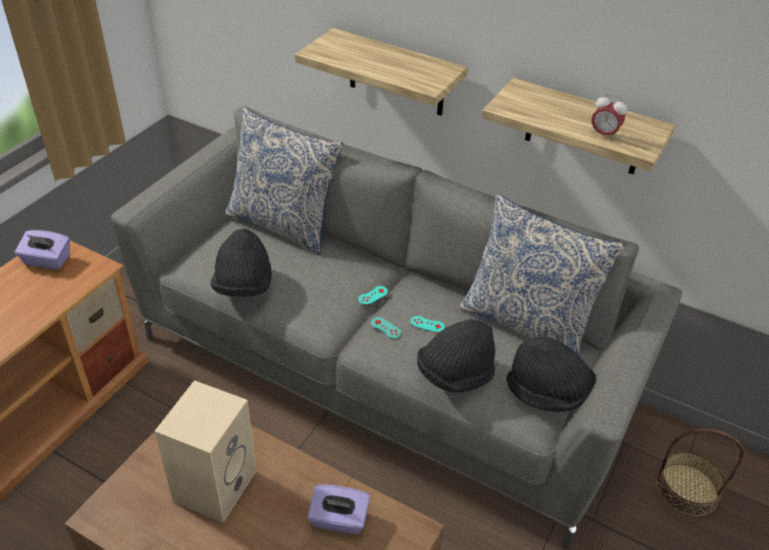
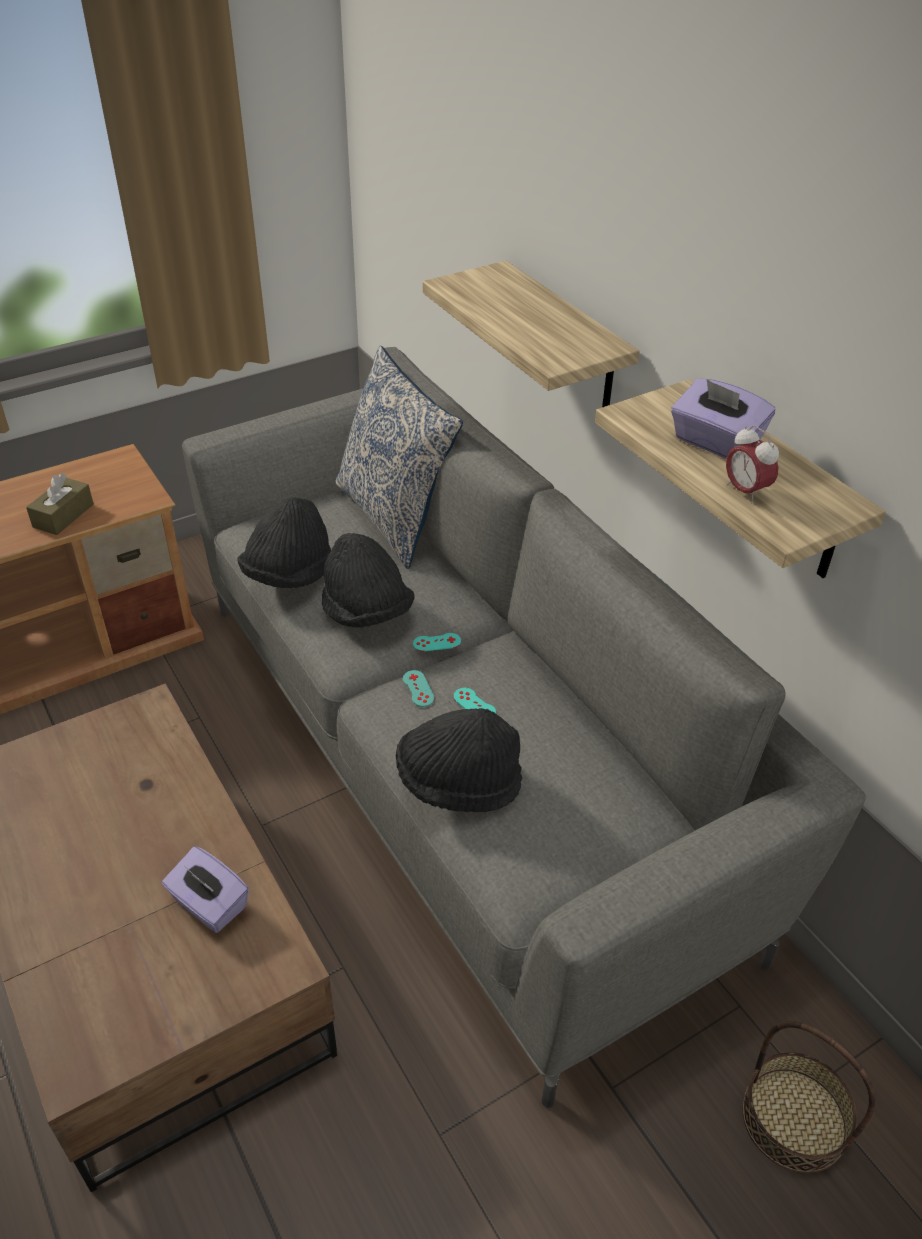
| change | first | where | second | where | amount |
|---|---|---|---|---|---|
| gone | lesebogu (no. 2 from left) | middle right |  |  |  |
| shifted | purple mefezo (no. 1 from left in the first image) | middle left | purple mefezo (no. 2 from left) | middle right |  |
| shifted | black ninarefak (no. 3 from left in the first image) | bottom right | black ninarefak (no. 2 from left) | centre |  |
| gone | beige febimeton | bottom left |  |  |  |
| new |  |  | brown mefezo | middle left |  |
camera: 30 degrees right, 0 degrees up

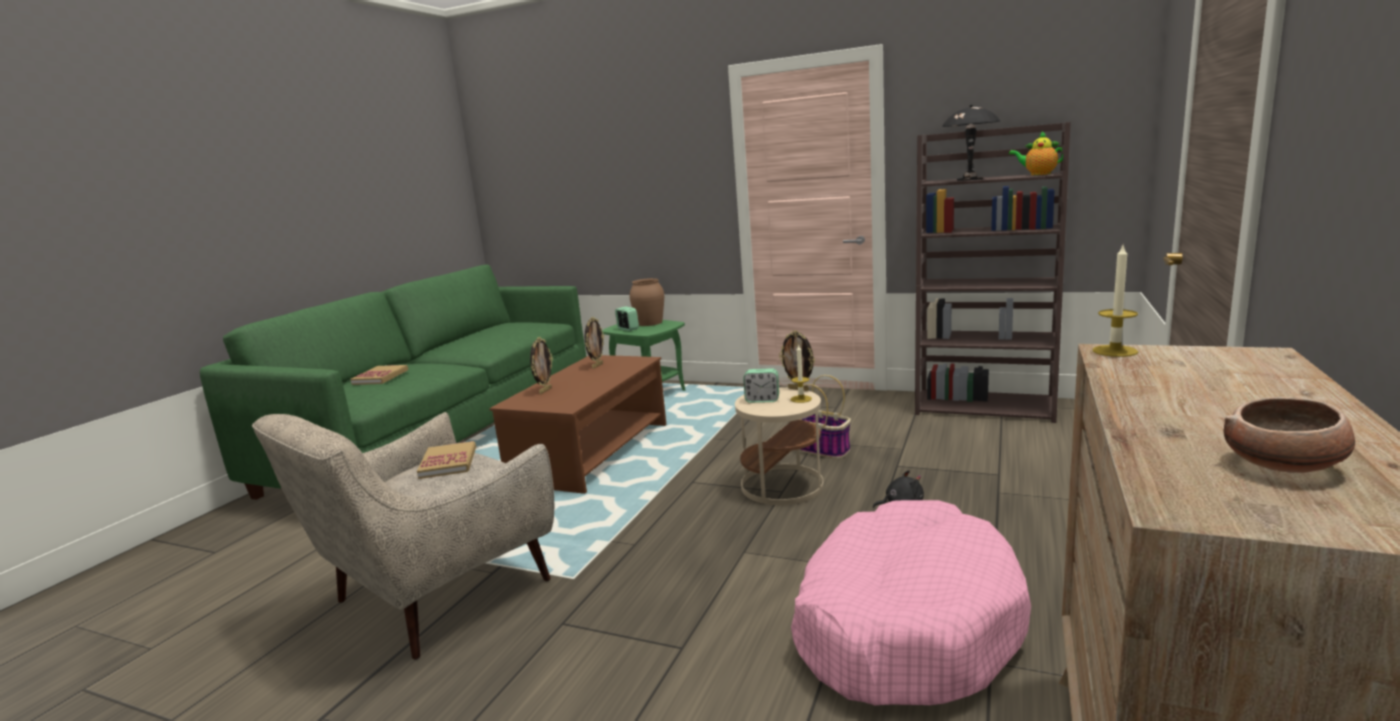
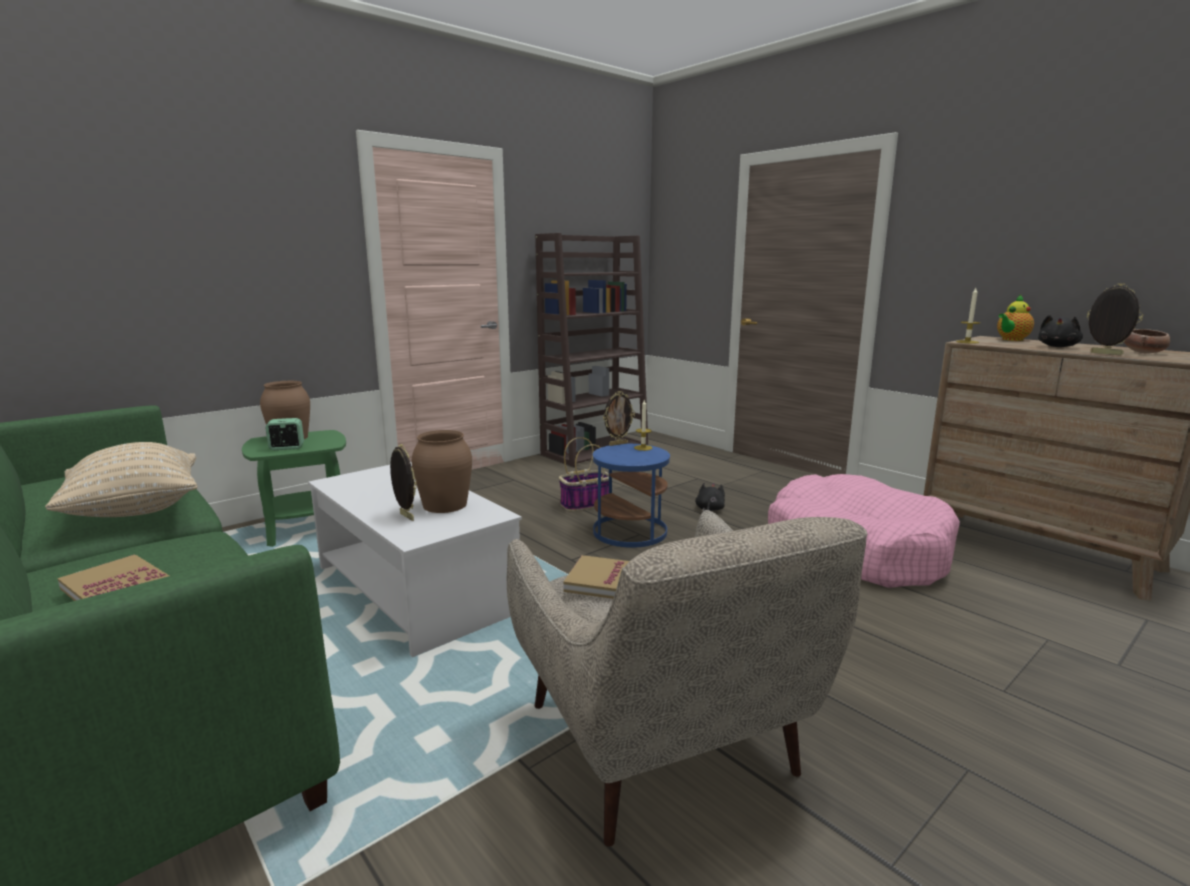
| change | first | where | second | where | amount |
|---|---|---|---|---|---|
| gone | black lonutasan | top right |  |  |  |
| shifted | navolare | top right |  | middle right |  |
| shifted | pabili (no. 2 from left in the first image) | centre | pabili (no. 3 from left) | middle right |  |
| repainted | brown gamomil | centre | white gamomil | centre |  |
| gone | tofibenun (no. 2 from left) | centre |  |  |  |
| repainted | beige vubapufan | centre | blue vubapufan | centre |  |
| new |  |  | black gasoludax (no. 2 from left) | middle right |  |
| new |  |  | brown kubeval (no. 2 from left) | centre |  |
| new |  |  | beige lesebogu | middle left |  |
camera: 65 degrees left, 0 degrees up

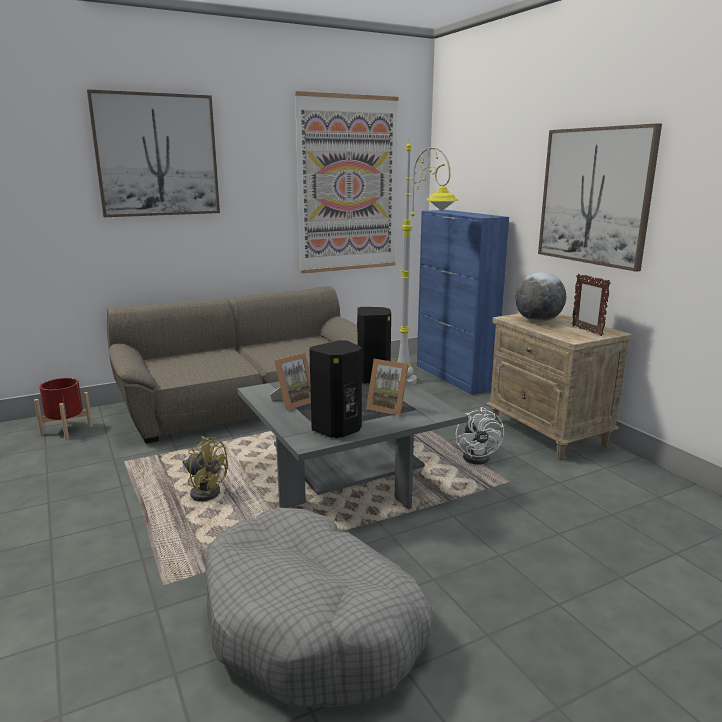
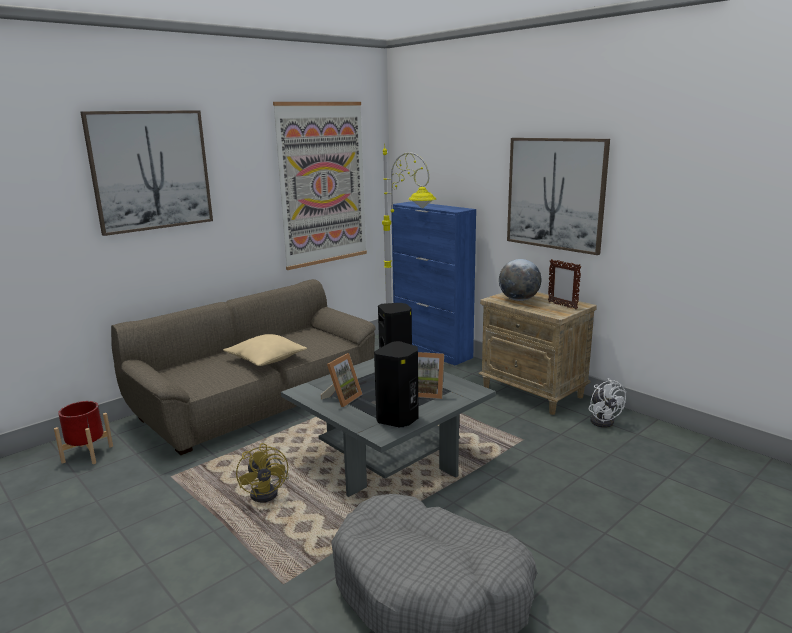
| change | first | where | second | where | amount |
|---|---|---|---|---|---|
| shifted | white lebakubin | centre |  | middle right |  |
| rotated | yellow lebakubin | middle left |  | bottom left | 60 degrees clockwise |
| new |  |  | beige lesebogu | centre |  |
camera: 15 degrees left, 0 degrees up

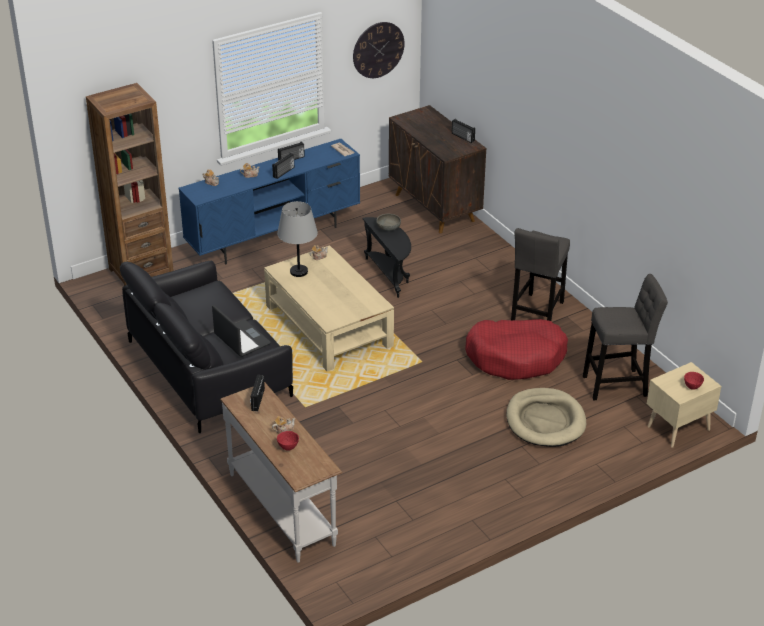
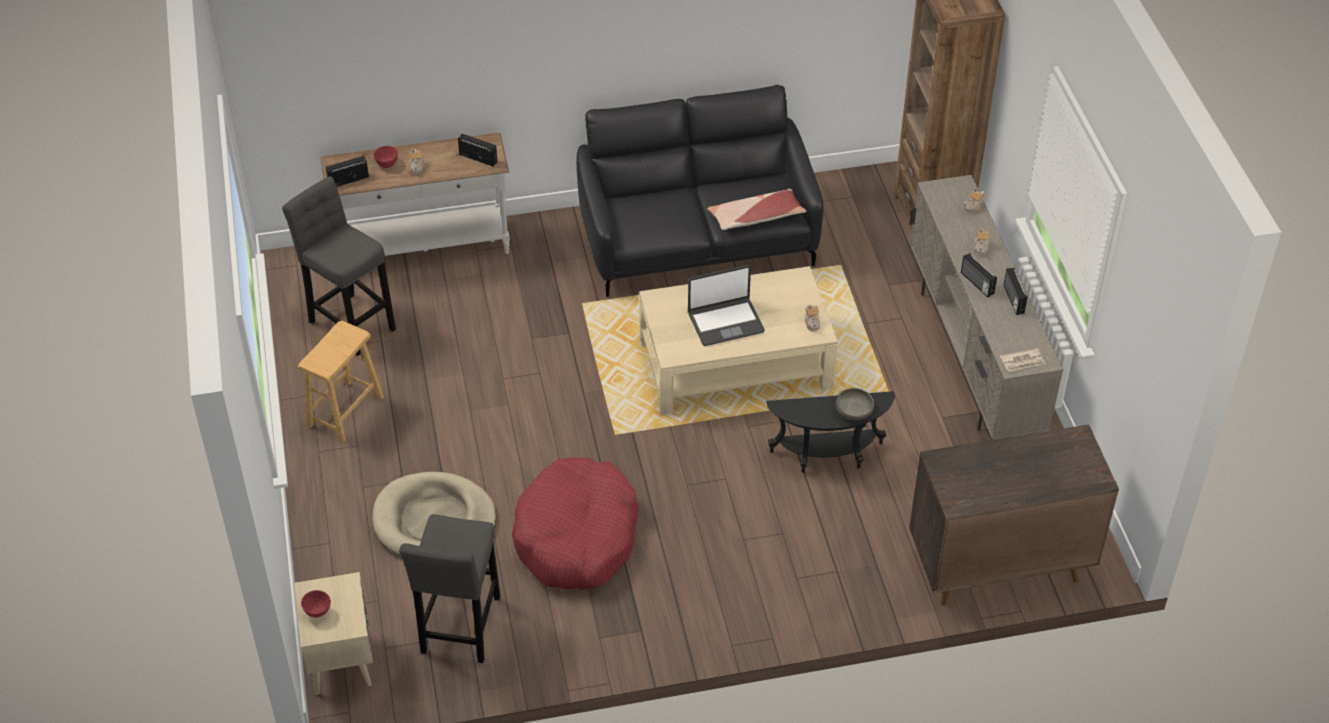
| change | first | where | second | where | amount |
|---|---|---|---|---|---|
| gone | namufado | top centre |  |  |  |
| shifted | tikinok (no. 4 from left in the first image) | top centre | tikinok (no. 1 from left) | top left |  |
| repainted | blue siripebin | top centre | beige siripebin | middle right |  |
| gone | grey lonutasan | centre |  |  |  |
| shifted | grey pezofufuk (no. 1 from left) | middle right |  | middle left |  |
| shifted | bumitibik | middle left |  | centre |  |
| new |  |  | lesebogu | top centre |  |
| new |  |  | brown pezofufuk | middle left |  |
camera: 110 degrees right, 10 degrees up

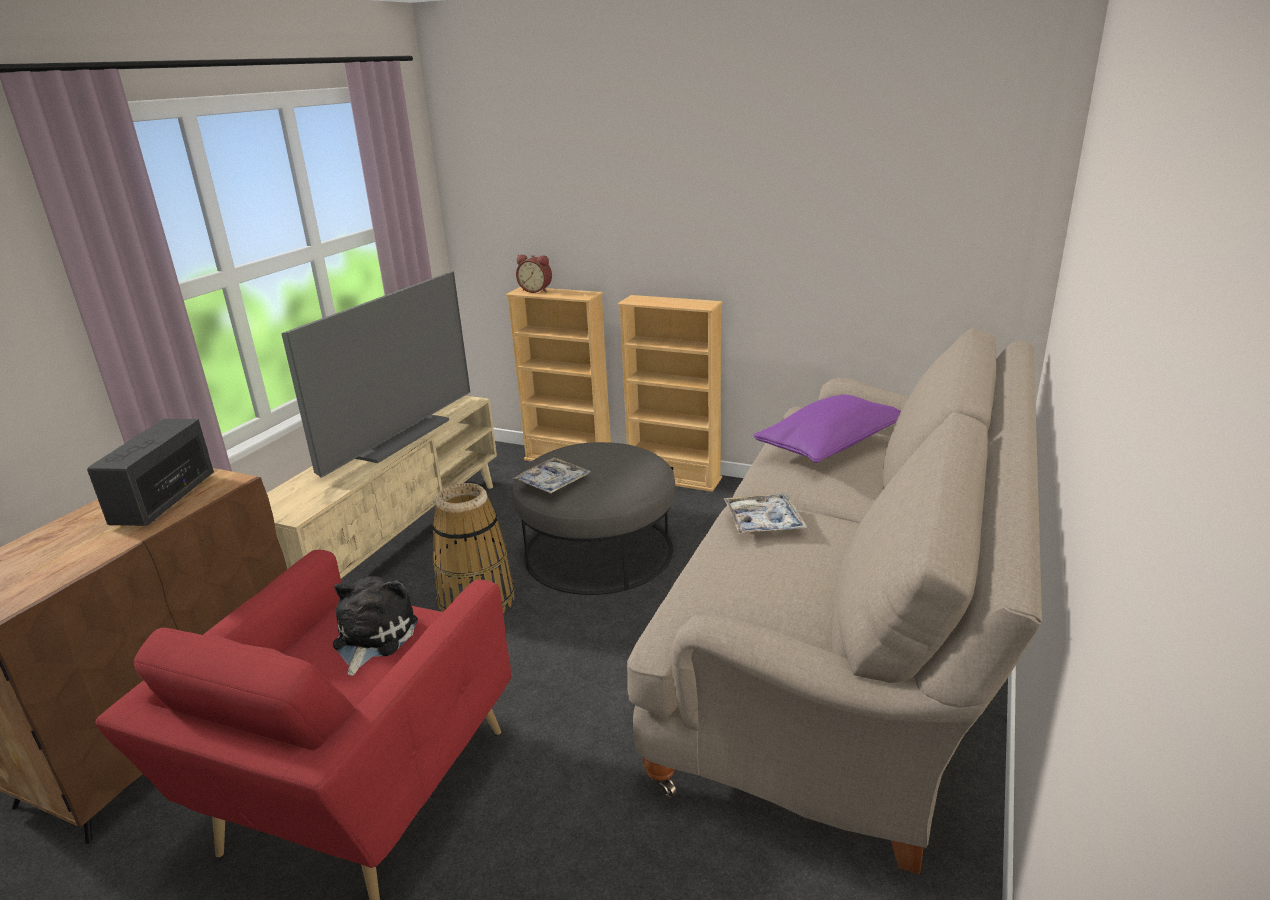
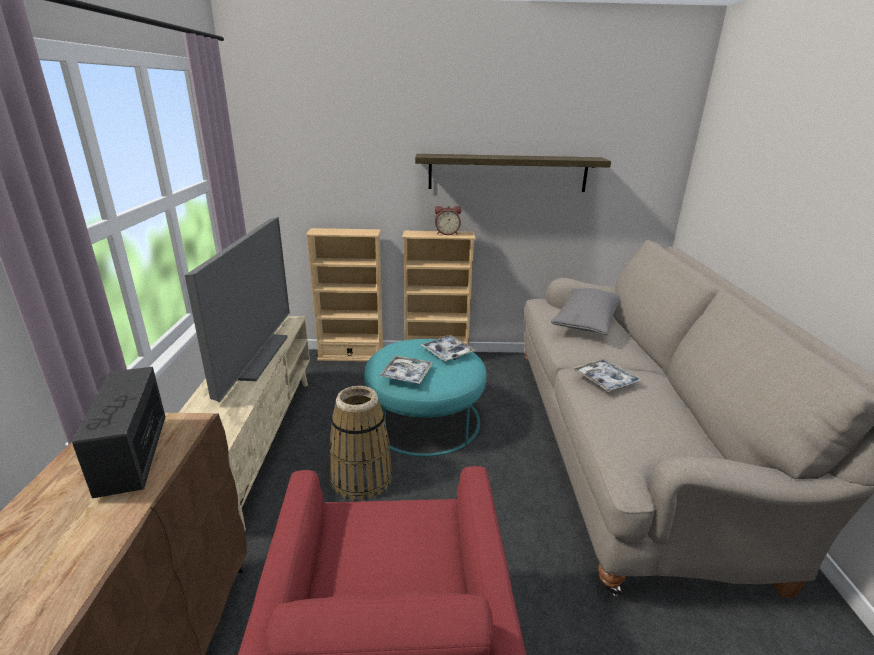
| change | first | where | second | where | amount |
|---|---|---|---|---|---|
| shifted | tofibenun | top centre |  | centre |  |
| repainted | purple lesebogu | centre | grey lesebogu | middle right |  |
| repainted | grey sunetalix | centre | turquoise sunetalix | centre |  |
| gone | gasoludax | bottom left |  |  |  |
| new |  |  | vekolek | top centre |  |
| new |  |  | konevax (no. 2 from left) | centre |  |
camera: 25 degrees left, 0 degrees up

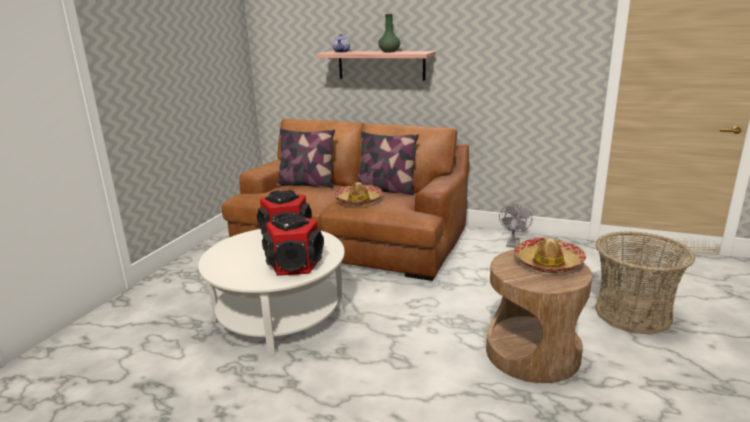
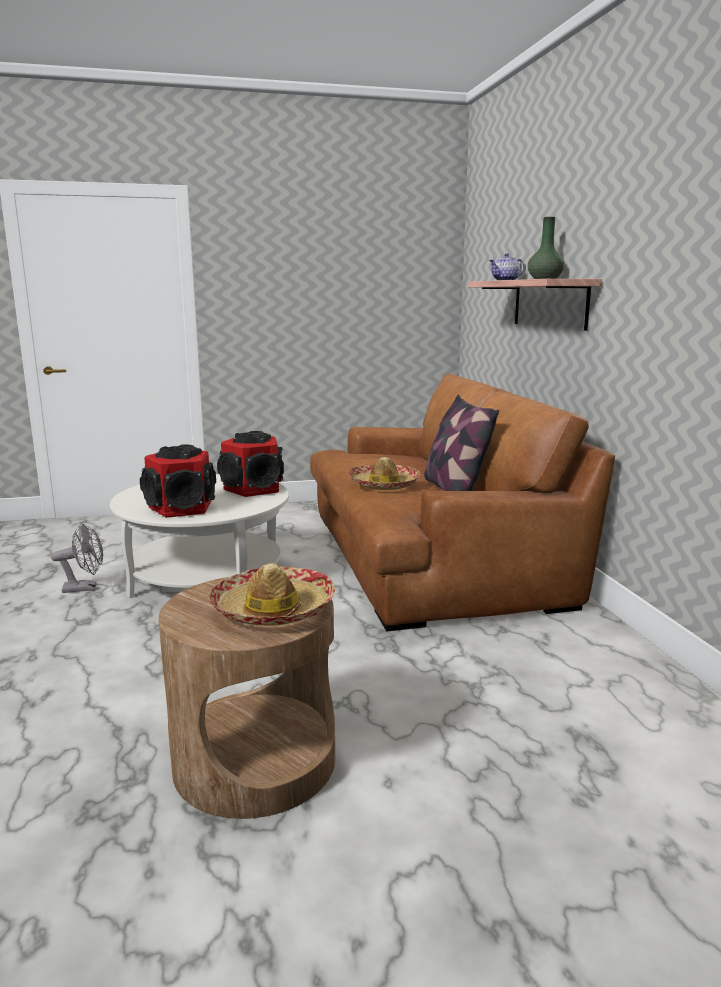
| change | first | where | second | where | amount |
|---|---|---|---|---|---|
| gone | lesebogu (no. 1 from left) | centre |  |  |  |
| shifted | grey lebakubin | middle right |  | middle left |  |
| gone | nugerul | bottom right |  |  |  |
camera: 55 degrees right, 5 degrees down

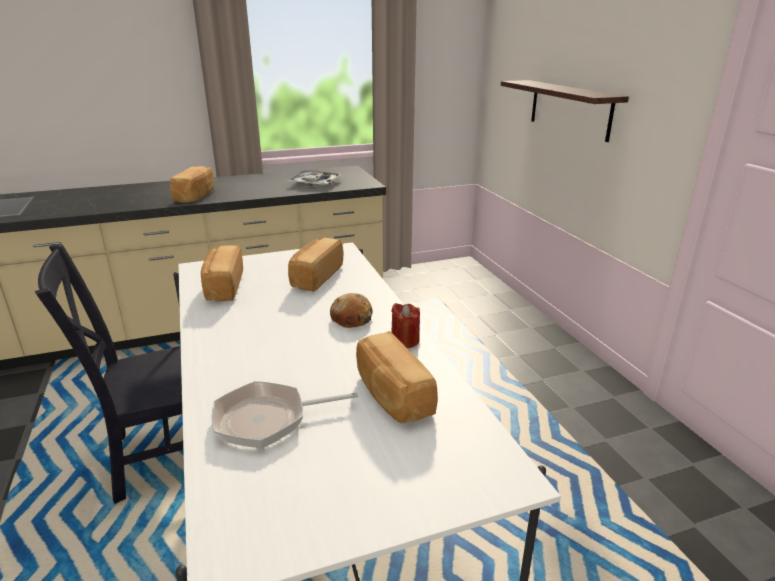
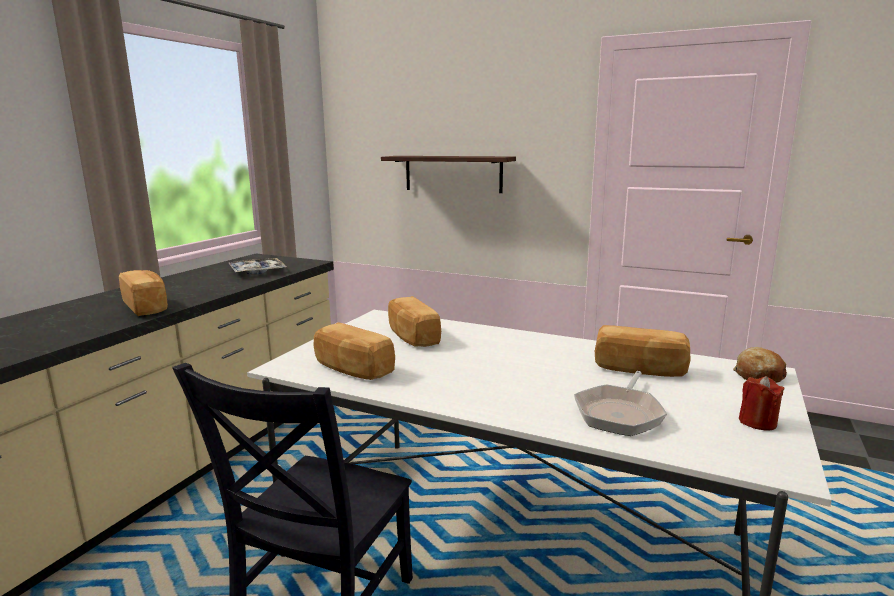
| change | first | where | second | where | amount |
|---|---|---|---|---|---|
| shifted | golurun (no. 4 from left in the first image) | centre | golurun (no. 5 from left) | middle right |  |
| shifted | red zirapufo | centre |  | bottom right |  |
camera: 45 degrees left, 10 degrees down

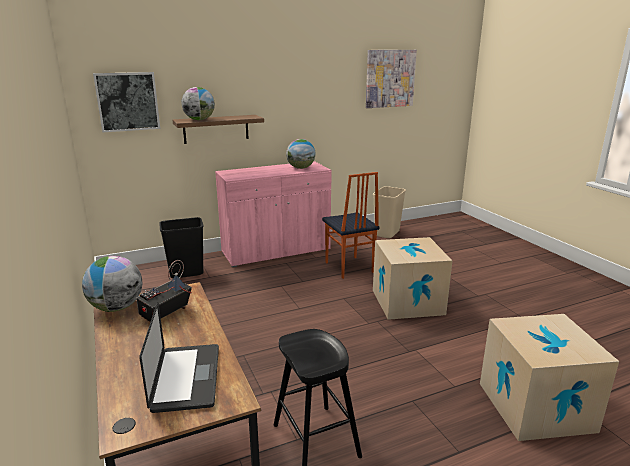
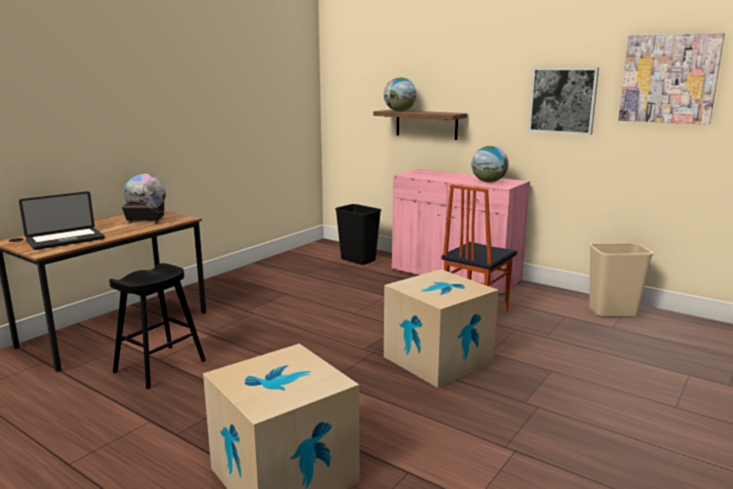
| change | first | where | second | where | amount |
|---|---|---|---|---|---|
| shifted | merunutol (no. 1 from left) | top left |  | top right |  |
camera: 60 degrees right, 5 degrees down

